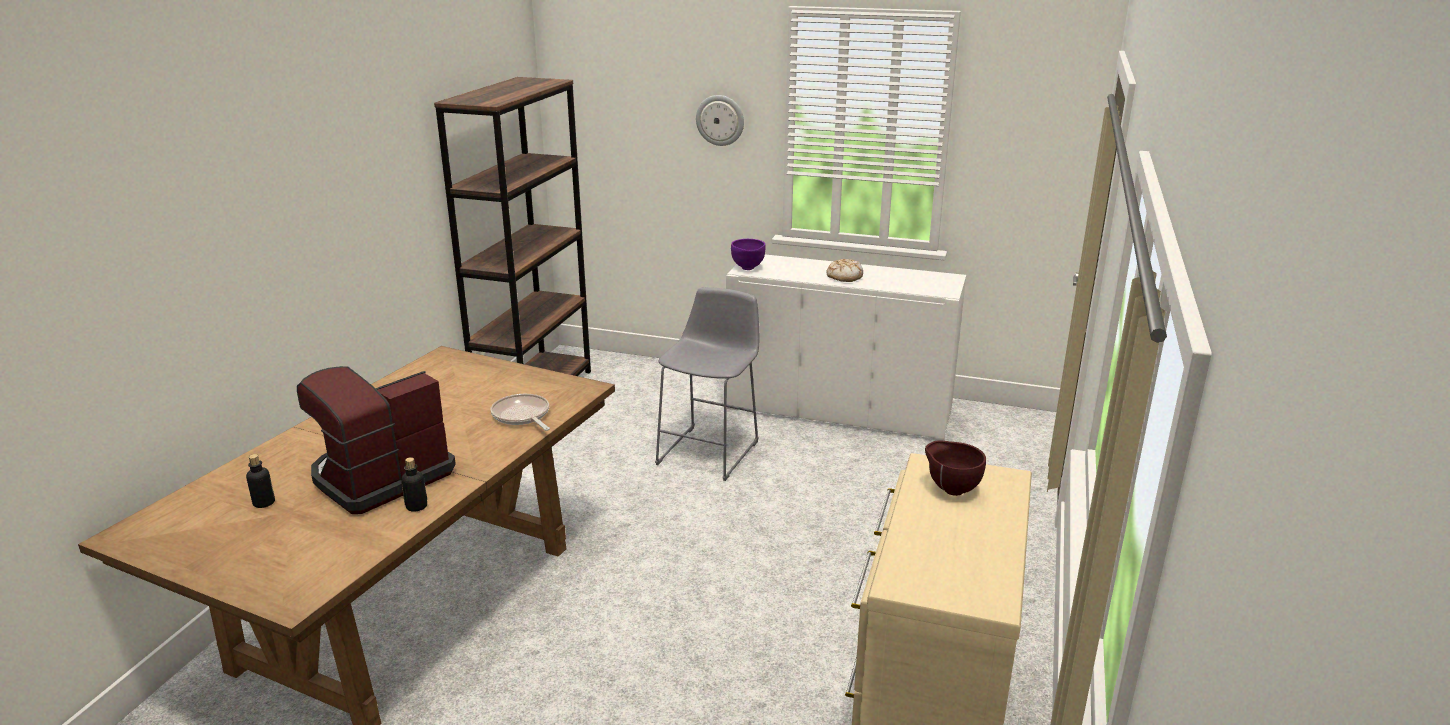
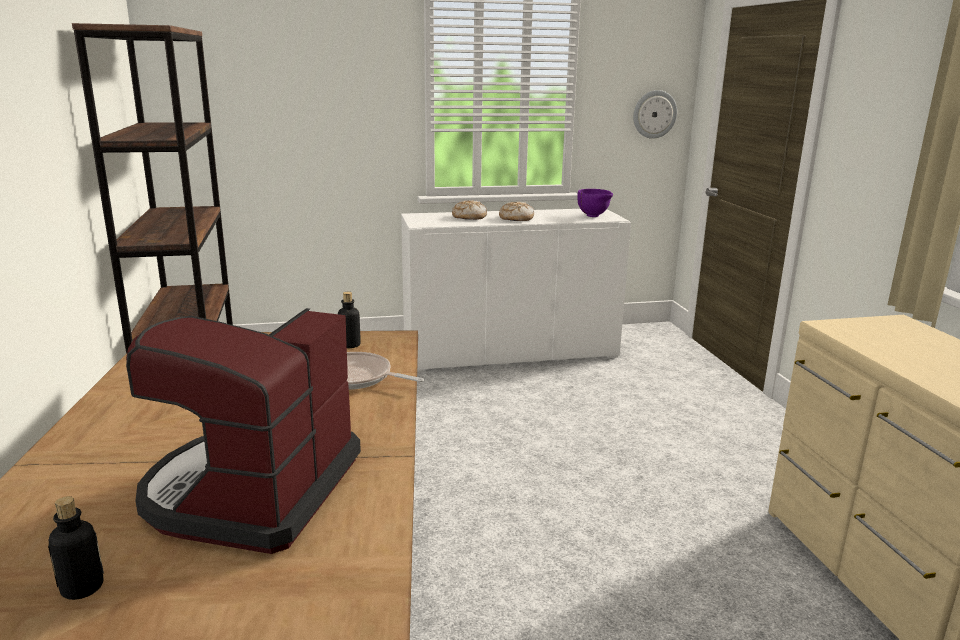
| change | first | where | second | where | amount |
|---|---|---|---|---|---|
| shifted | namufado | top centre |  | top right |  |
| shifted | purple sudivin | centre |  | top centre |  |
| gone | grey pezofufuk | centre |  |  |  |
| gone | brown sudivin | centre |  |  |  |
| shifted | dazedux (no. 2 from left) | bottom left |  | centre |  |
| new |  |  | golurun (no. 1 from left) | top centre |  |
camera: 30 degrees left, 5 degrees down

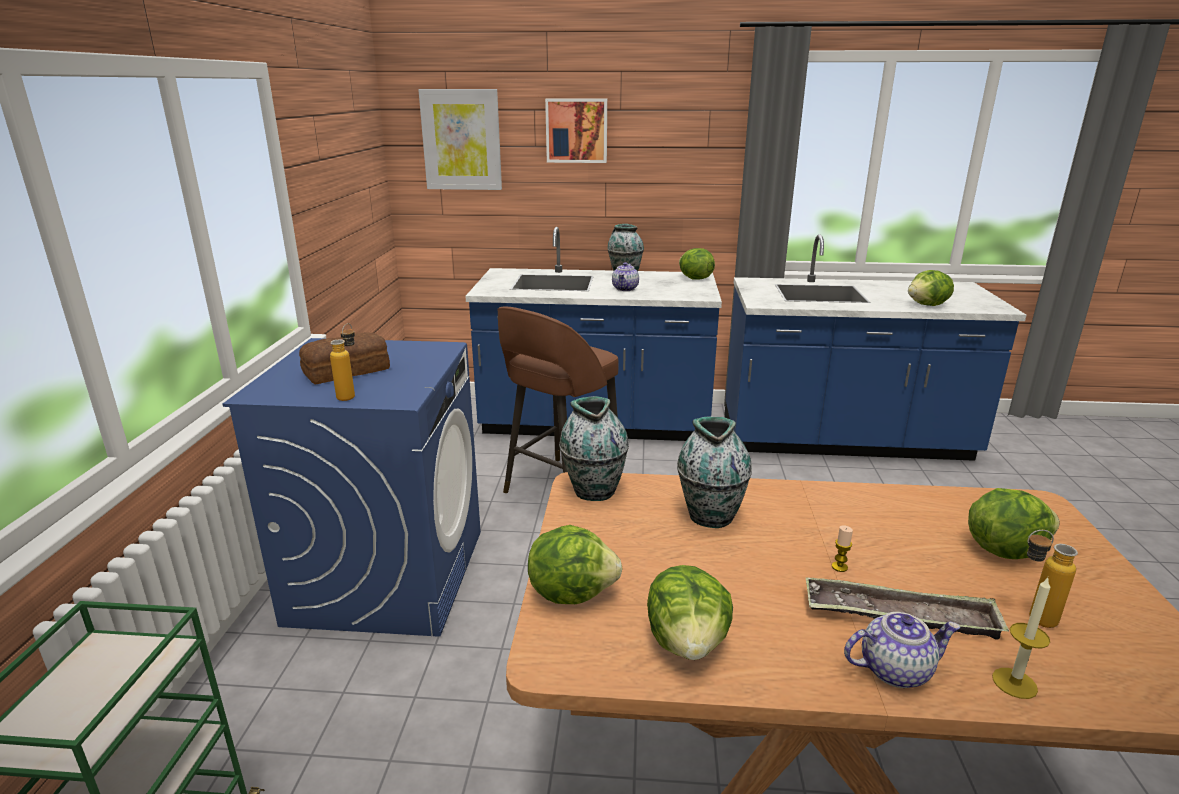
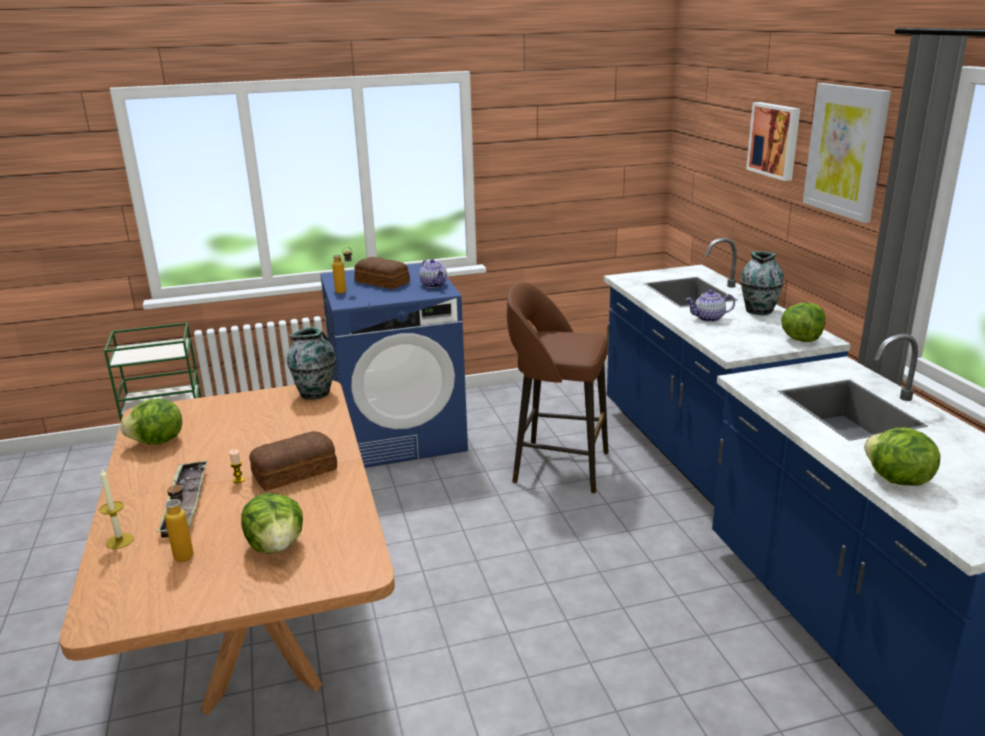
| change | first | where | second | where | amount |
|---|---|---|---|---|---|
| shifted | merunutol (no. 1 from left in the first image) | top centre | merunutol (no. 2 from left) | top right |  |
| gone | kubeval (no. 3 from left) | centre |  |  |  |
| gone | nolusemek (no. 1 from left) | bottom centre |  |  |  |
| shifted | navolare (no. 2 from left in the first image) | bottom right | navolare (no. 1 from left) | centre |  |
| new |  |  | golurun (no. 1 from left) | middle left |  |
camera: 70 degrees right, 0 degrees up

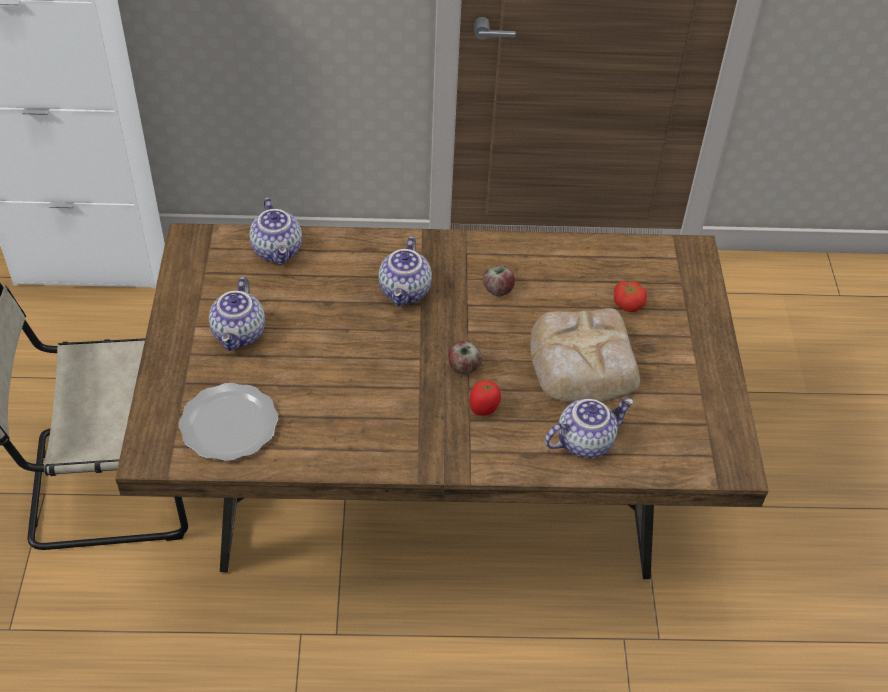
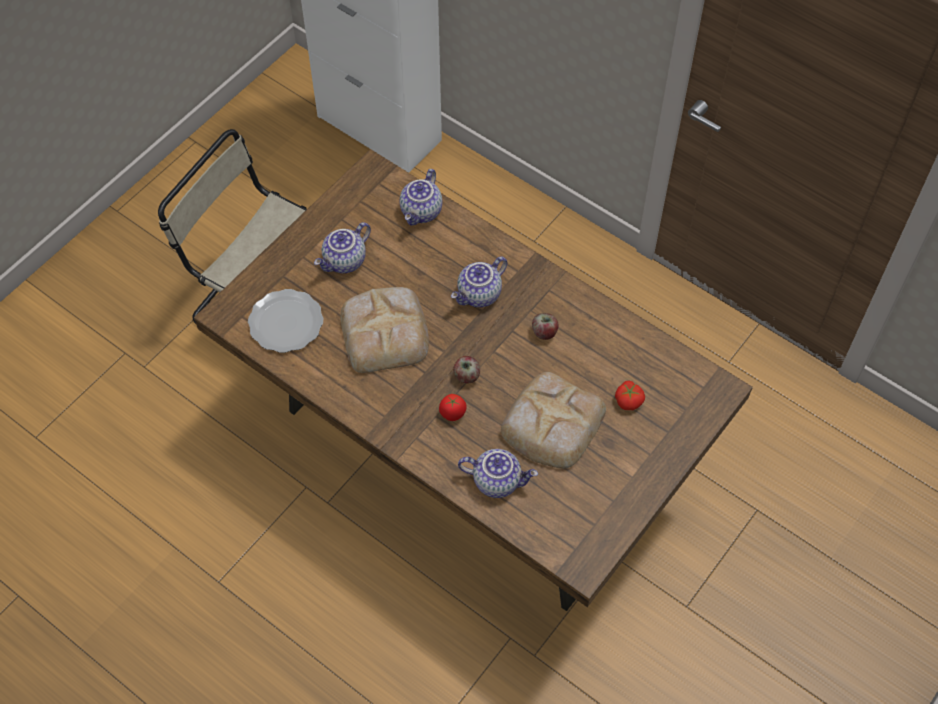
| change | first | where | second | where | amount |
|---|---|---|---|---|---|
| new |  |  | golurun (no. 1 from left) | centre |  |
camera: 40 degrees right, 10 degrees up

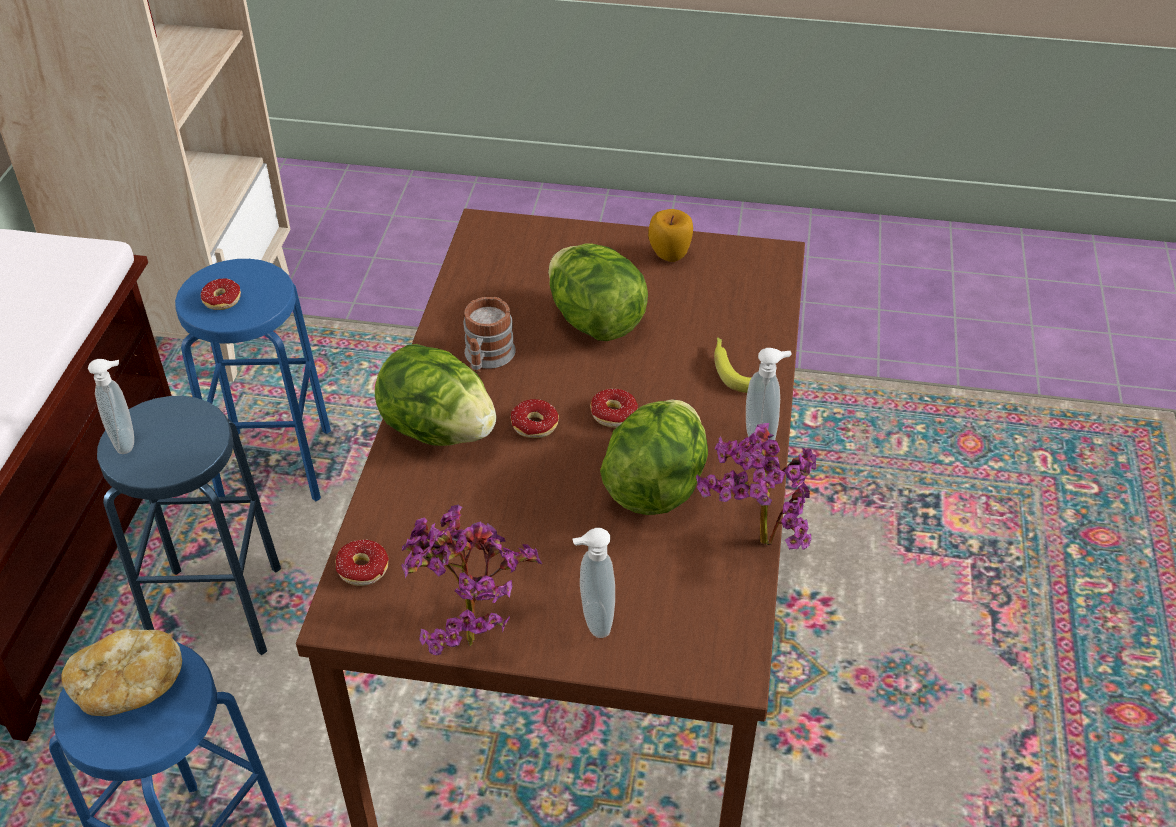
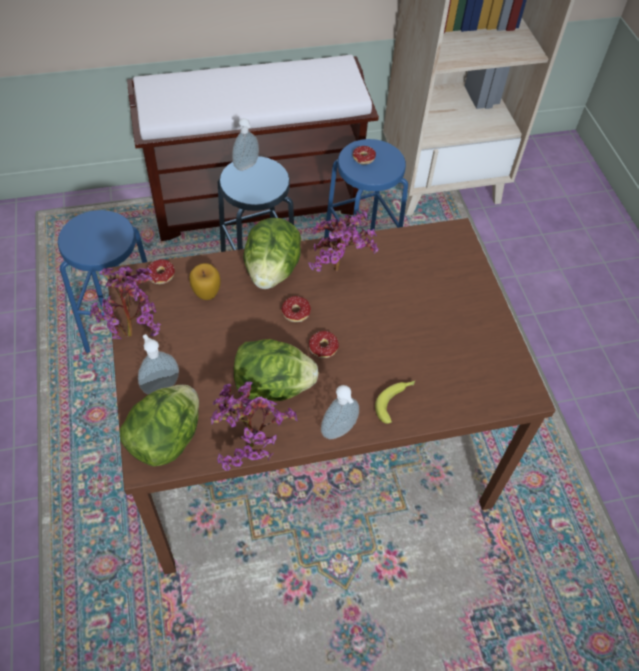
| change | first | where | second | where | amount |
|---|---|---|---|---|---|
| shifted | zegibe | top centre |  | middle left |  |
| shifted | nolusemek (no. 2 from left in the first image) | centre | nolusemek (no. 1 from left) | middle left |  |
| swapped | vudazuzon | centre | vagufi (no. 3 from left) | centre |  |
| gone | golurun | bottom left |  |  |  |
camera: 65 degrees right, 10 degrees up

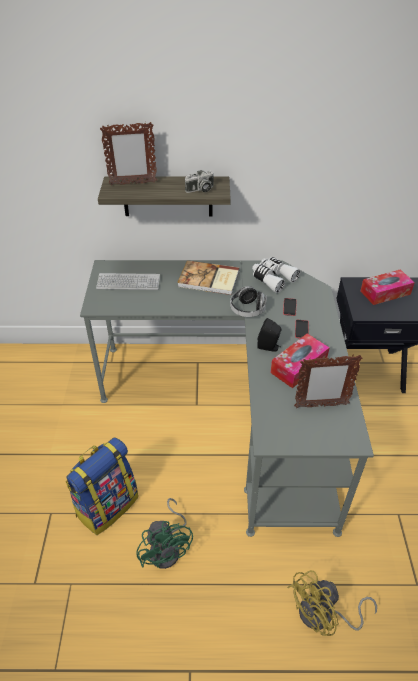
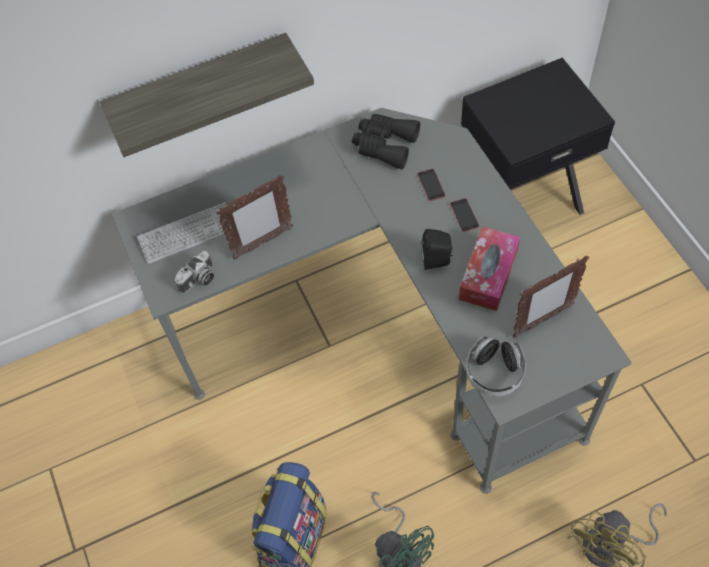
| change | first | where | second | where | amount |
|---|---|---|---|---|---|
| shifted | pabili (no. 1 from left) | top left |  | centre |  |
| shifted | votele | top centre |  | middle left |  |
| repainted | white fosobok | centre | black fosobok | top centre |  |
| gone | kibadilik | centre |  |  |  |
| gone | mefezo (no. 2 from left) | middle right |  |  |  |
| shifted | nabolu | centre |  | middle right |  |
camera: 20 degrees left, 15 degrees up

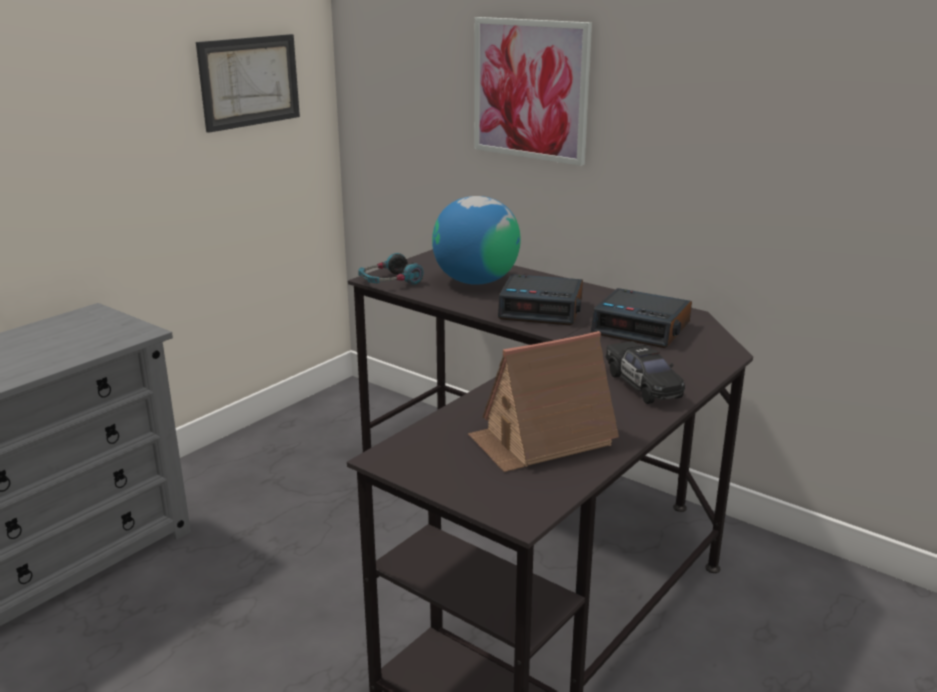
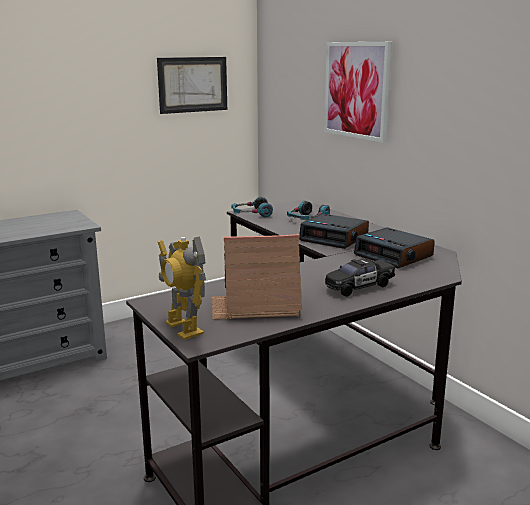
| change | first | where | second | where | amount |
|---|---|---|---|---|---|
| swapped | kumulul | centre | nabolu (no. 2 from left) | centre |  |
| rotated | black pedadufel | middle right |  | middle right | 60 degrees clockwise |
| new |  |  | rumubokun | centre |  |
camera: 20 degrees right, 5 degrees down

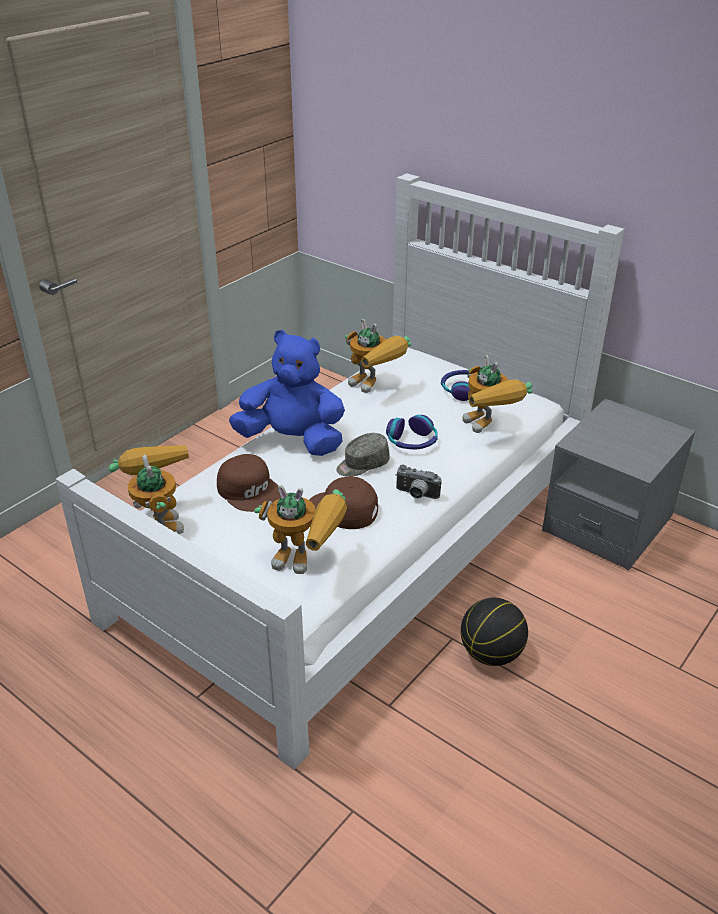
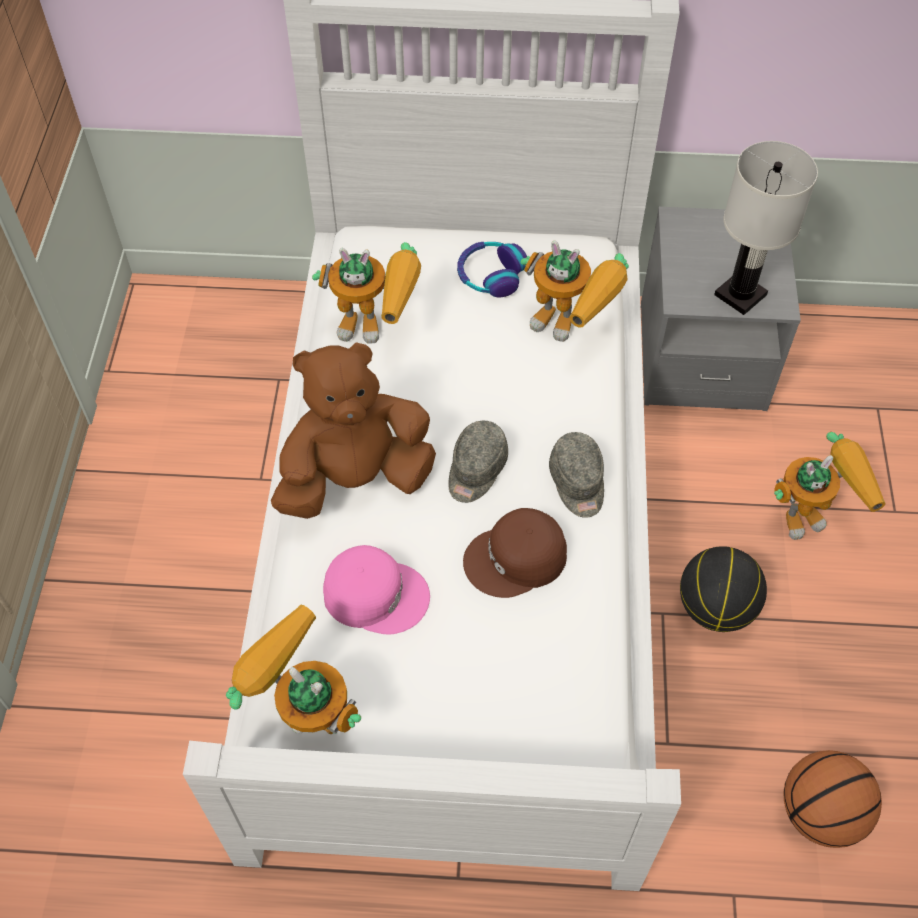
| change | first | where | second | where | amount |
|---|---|---|---|---|---|
| repainted | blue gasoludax | centre | brown gasoludax | centre |  |
| gone | nabolu (no. 1 from left) | centre |  |  |  |
| repainted | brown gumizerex (no. 1 from left) | centre | pink gumizerex | centre |  |
| swapped | votele | centre | grey gumizerex (no. 2 from left) | centre |  |
| shifted | rumubokun (no. 2 from left in the first image) | centre | rumubokun (no. 4 from left) | middle right |  |
| new |  |  | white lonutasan | top right |  |
| new |  |  | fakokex (no. 2 from left) | bottom right |  |
camera: 35 degrees left, 20 degrees up

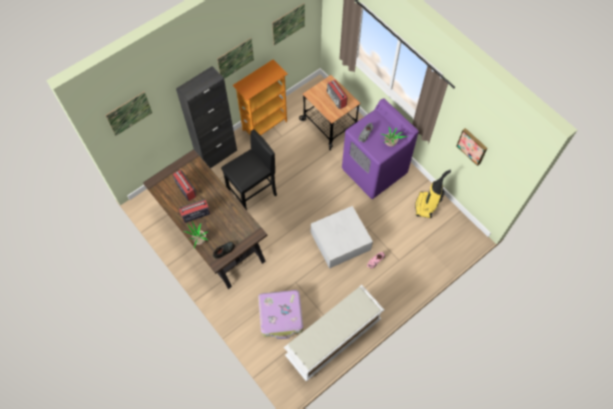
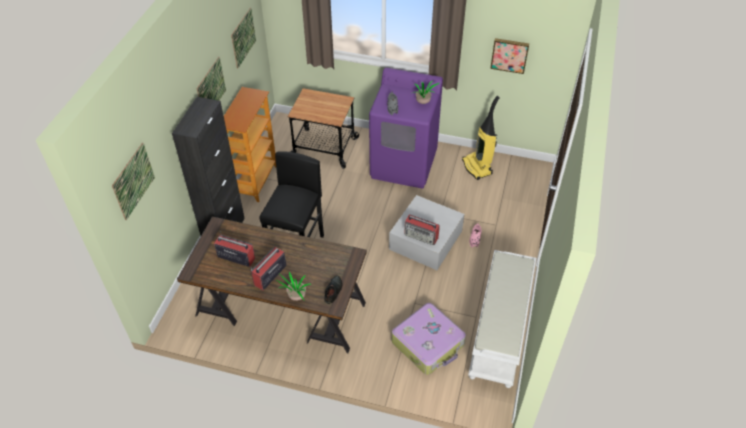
| change | first | where | second | where | amount |
|---|---|---|---|---|---|
| shifted | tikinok (no. 3 from left) | top centre |  | centre |  |
camera: 35 degrees left, 15 degrees down

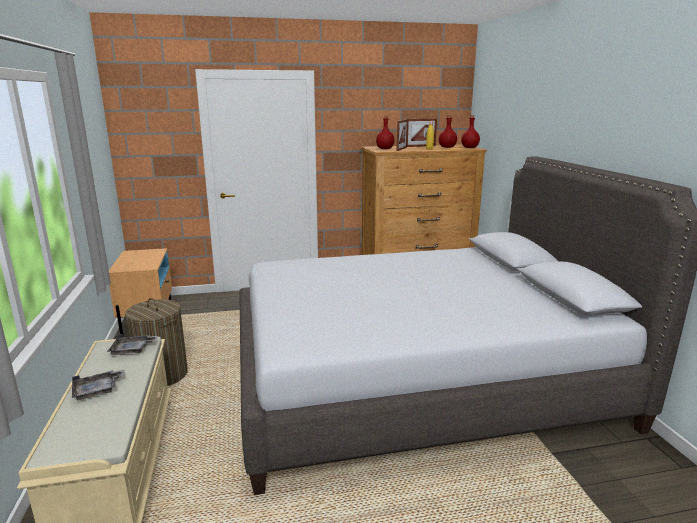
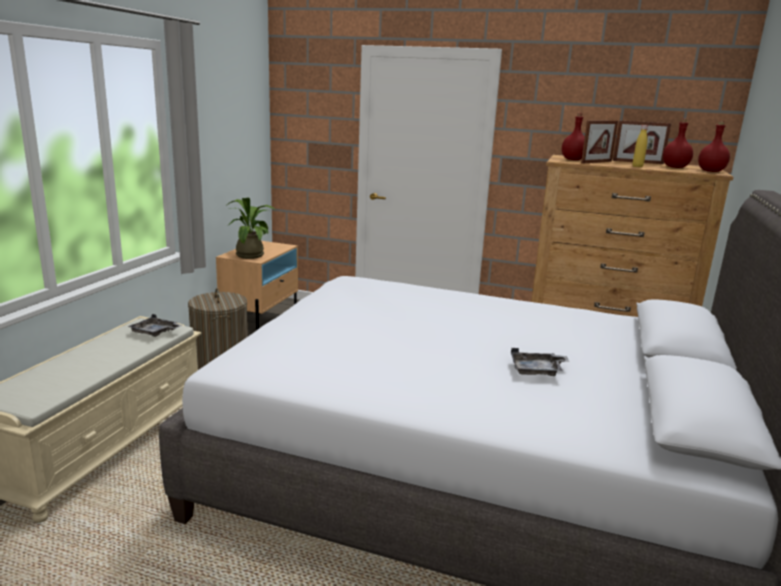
| change | first | where | second | where | amount |
|---|---|---|---|---|---|
| shifted | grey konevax (no. 1 from left in the first image) | bottom left | grey konevax (no. 2 from left) | middle right |  |
| new |  |  | vagufi | middle left |  |
camera: 30 degrees right, 0 degrees up

